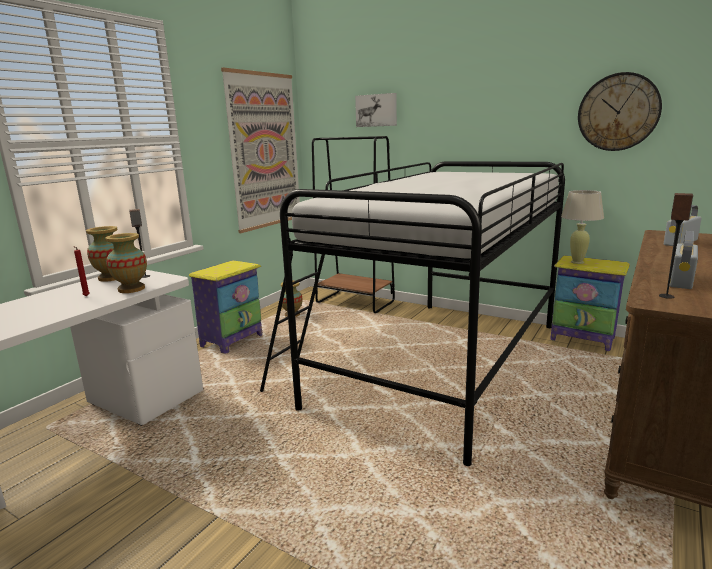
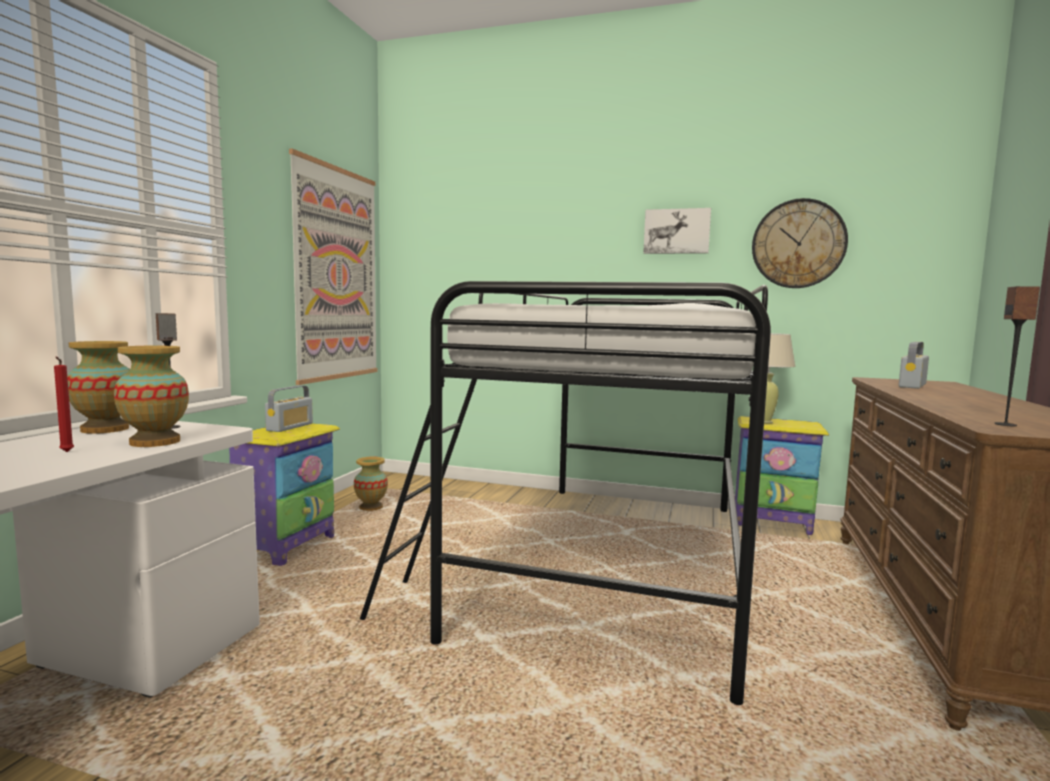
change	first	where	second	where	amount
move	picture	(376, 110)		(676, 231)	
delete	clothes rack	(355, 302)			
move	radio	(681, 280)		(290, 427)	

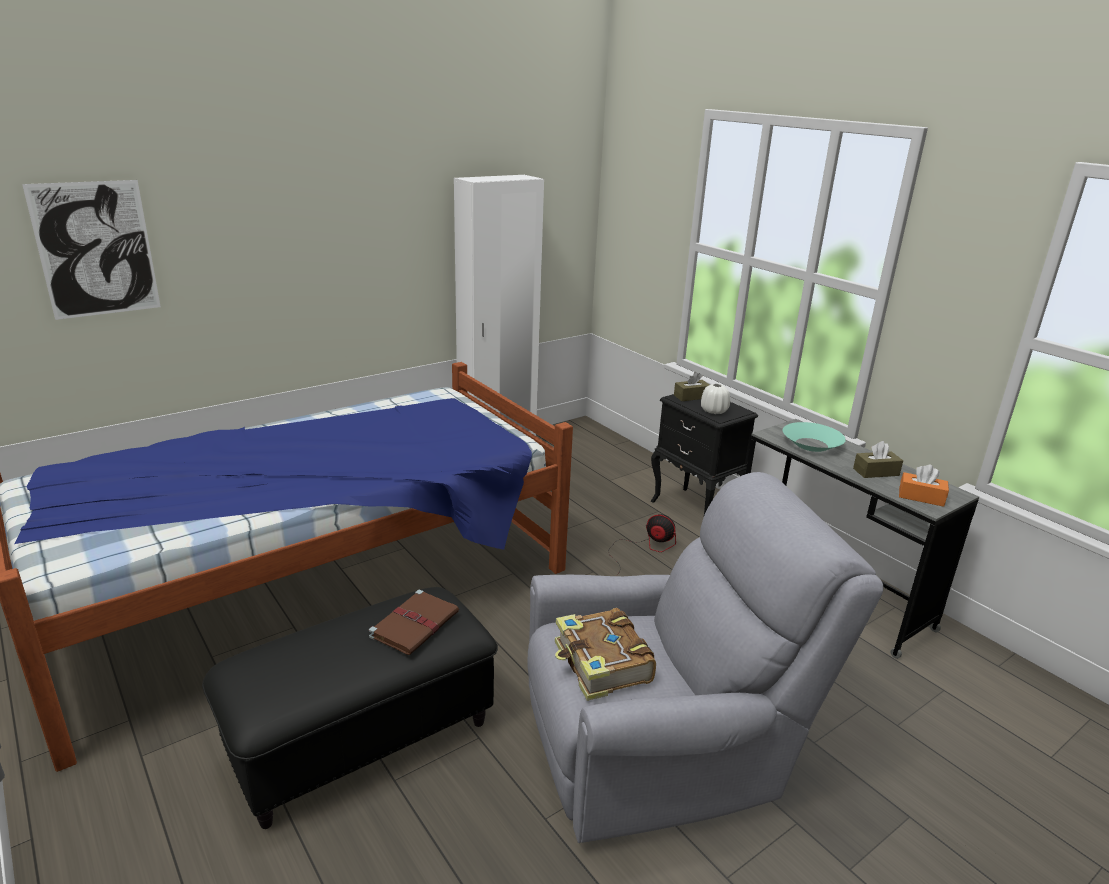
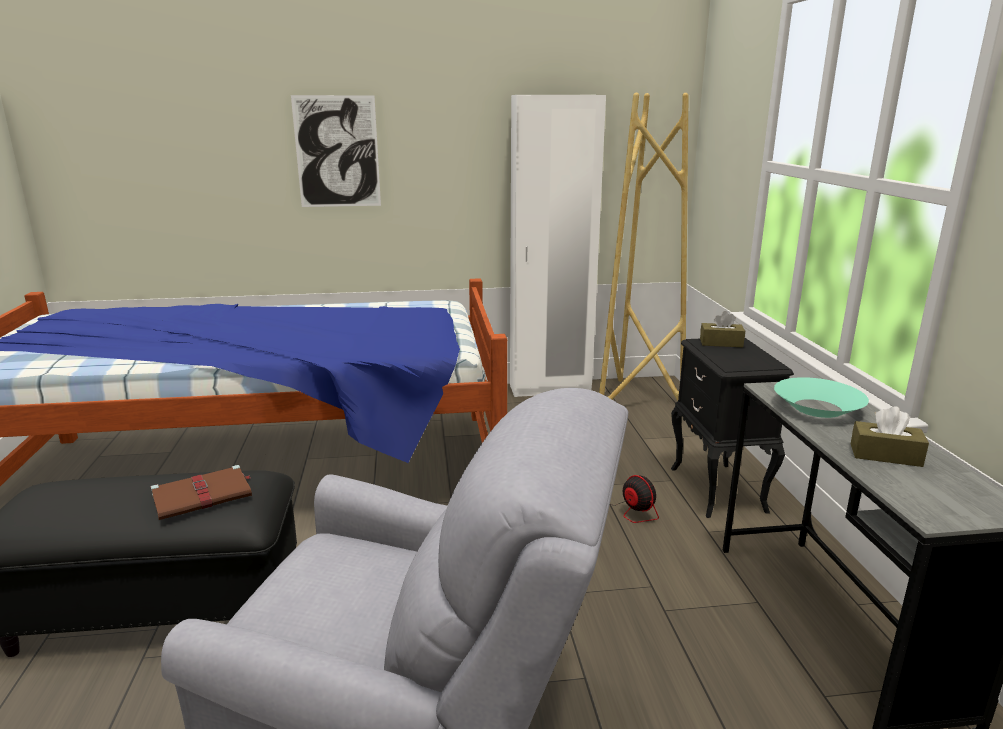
change	first	where	second	where	amount
move	picture	(96, 249)		(337, 152)	
delete	white vase	(713, 411)			
delete	orange tissue box	(921, 497)			
delete	book	(601, 665)			
insert			yellow clothes rack	(634, 399)	

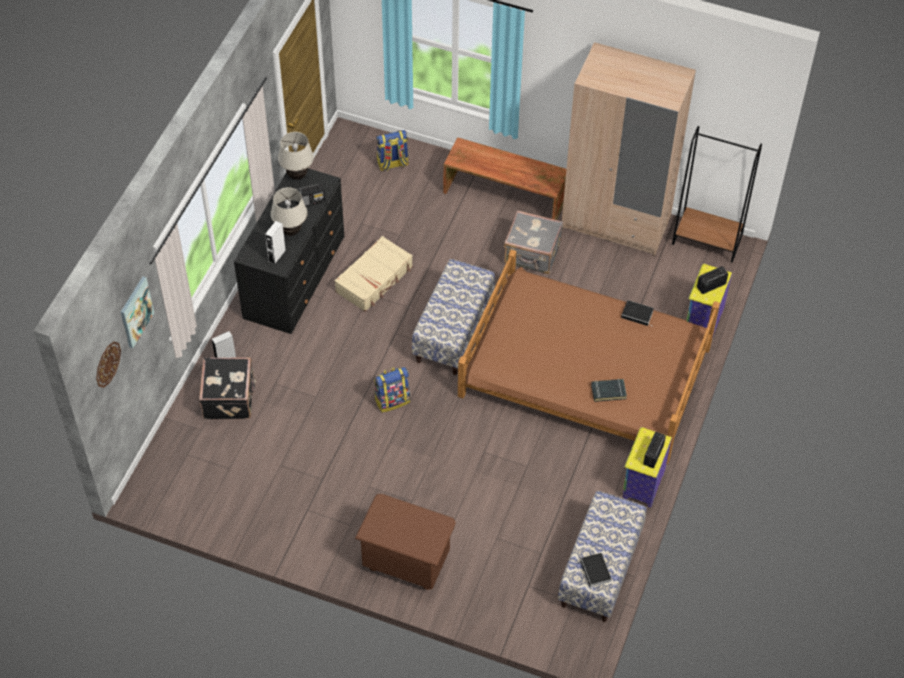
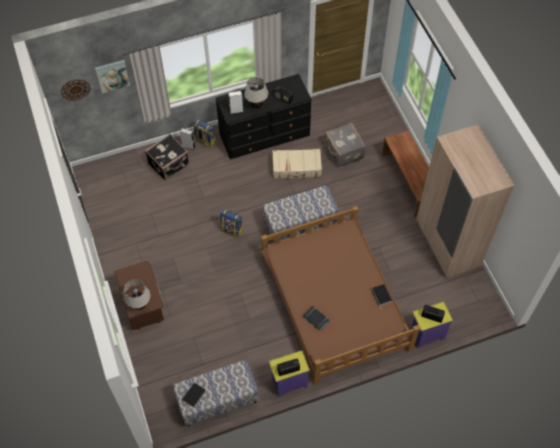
change	first	where	second	where	amount
delete	clothes rack	(707, 241)			
move	backpack	(392, 164)		(205, 141)	
move	beige table lamp	(297, 176)		(139, 305)	
move	grey suitcase	(532, 255)		(343, 152)	

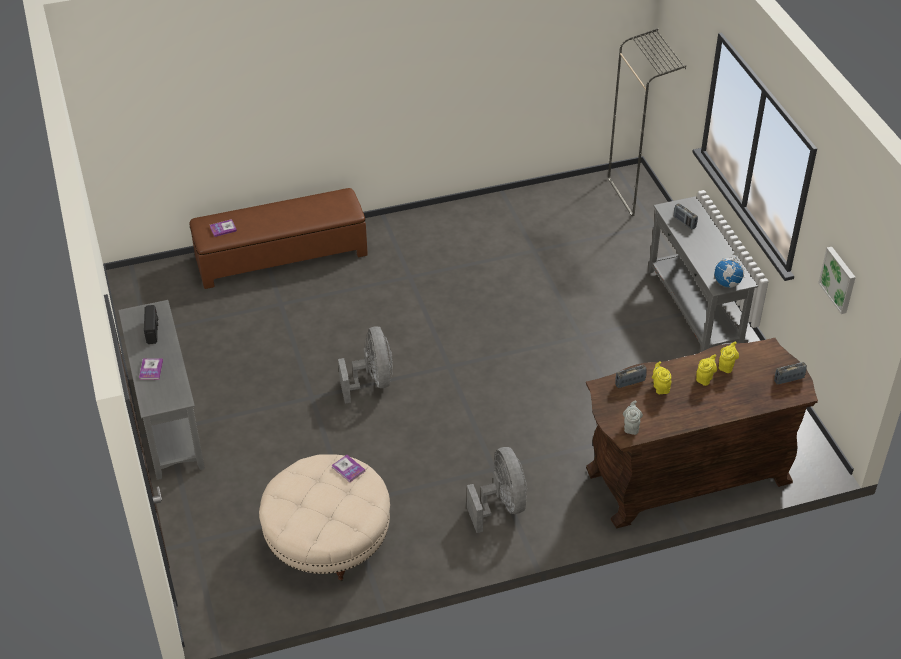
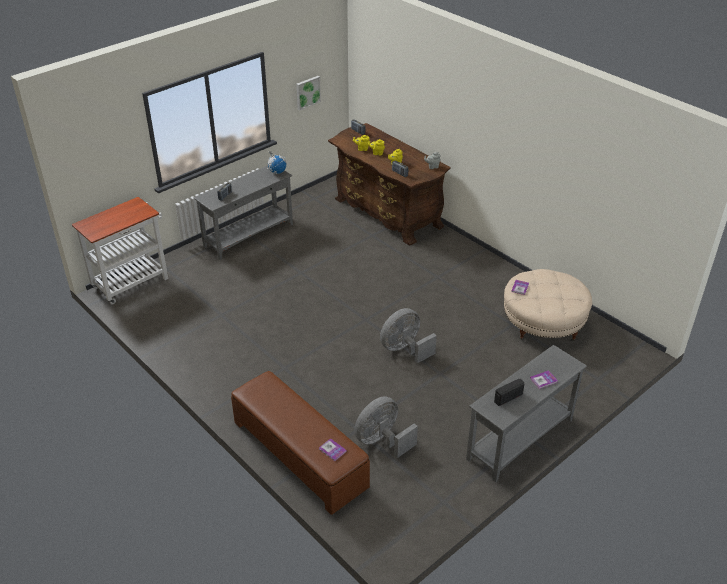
change	first	where	second	where	amount
replace	grey clothes rack	(637, 194)	white cart	(131, 283)	
move	grey fan	(501, 505)		(382, 441)	

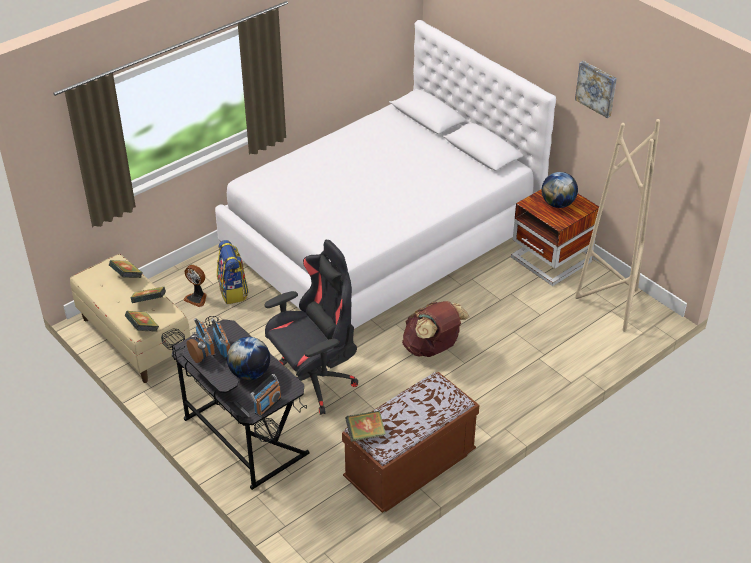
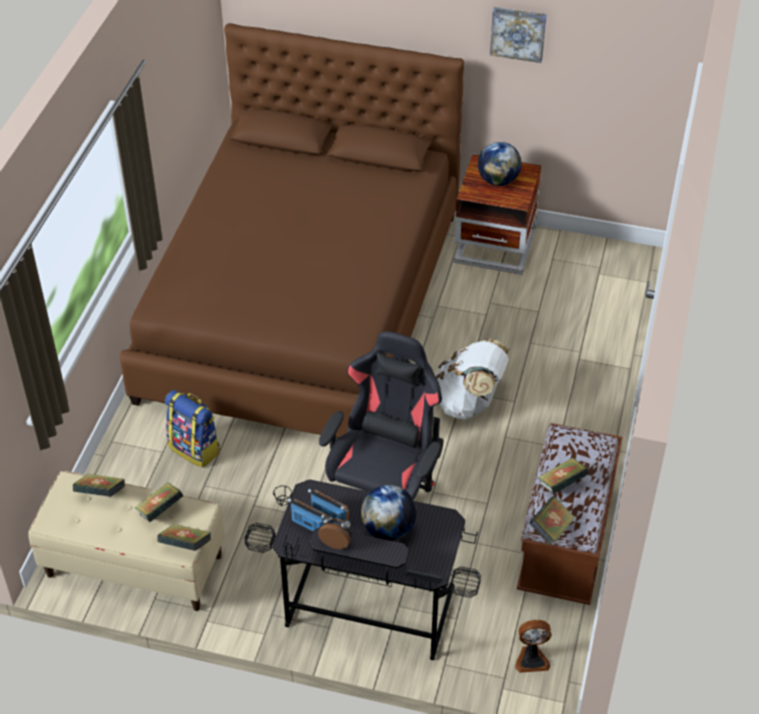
change	first	where	second	where	amount
recolor	white bed	(383, 238)	brown bed	(303, 304)	
delete	beige clothes rack	(612, 306)			
move	fan	(197, 298)		(531, 659)	
recolor	brown backpack	(432, 348)	white backpack	(469, 402)	
delete	radio	(267, 405)			
insert			book	(561, 485)	

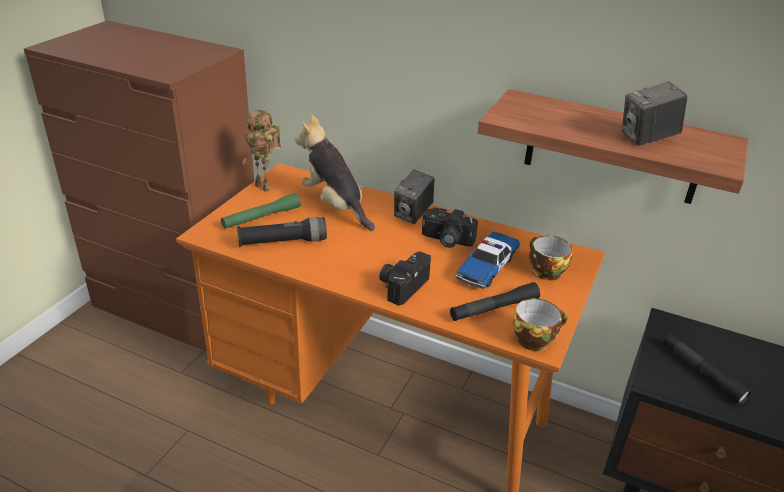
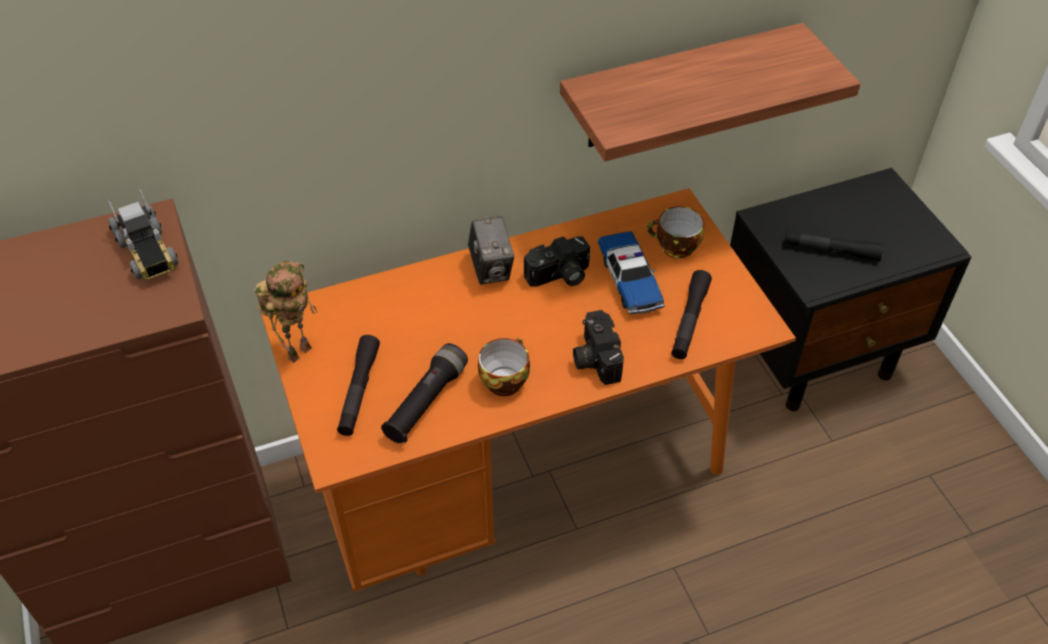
change	first	where	second	where	amount
delete	photo camera	(647, 138)			
rotate	toy robot	(265, 187)		(299, 350)	45 degrees counterclockwise
delete	plush toy	(335, 205)			
recolor	green flashlight	(261, 217)	black flashlight	(359, 391)	
move	cup	(535, 339)		(504, 379)	
insert			toy truck	(147, 251)	

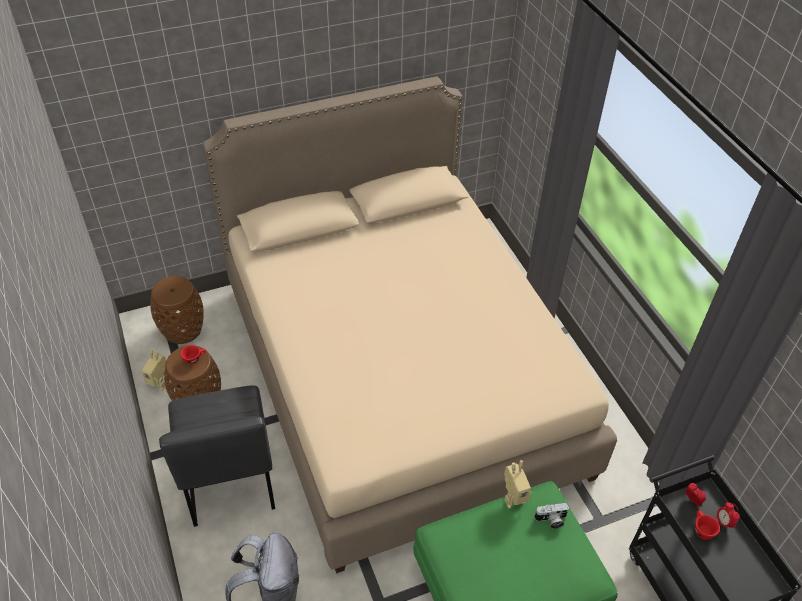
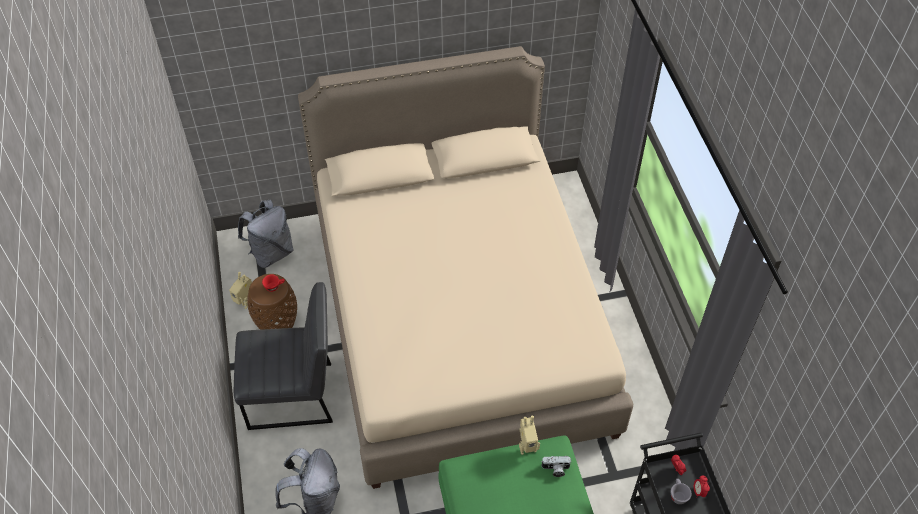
change	first	where	second	where	amount
replace	brown stool	(182, 330)	grey backpack	(271, 253)	
rotate	grey chair	(228, 479)		(293, 396)	90 degrees counterclockwise
recolor	red cup	(701, 529)	grey cup	(677, 495)	

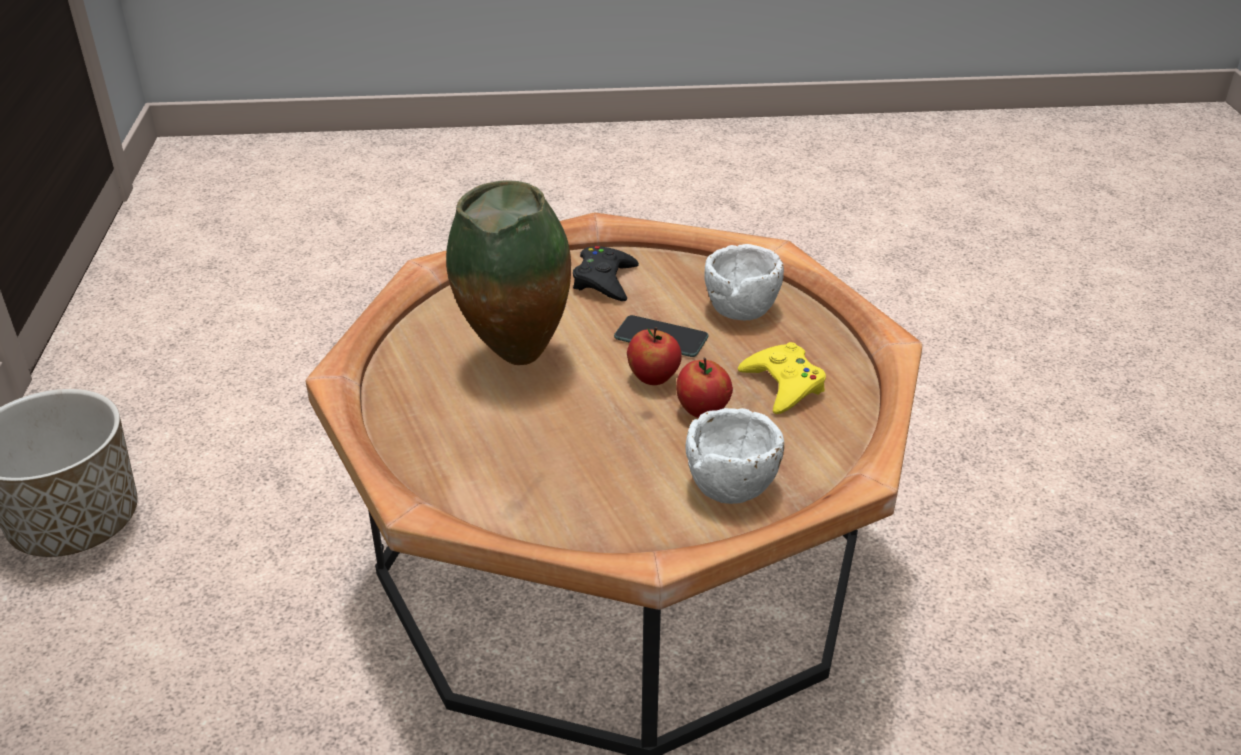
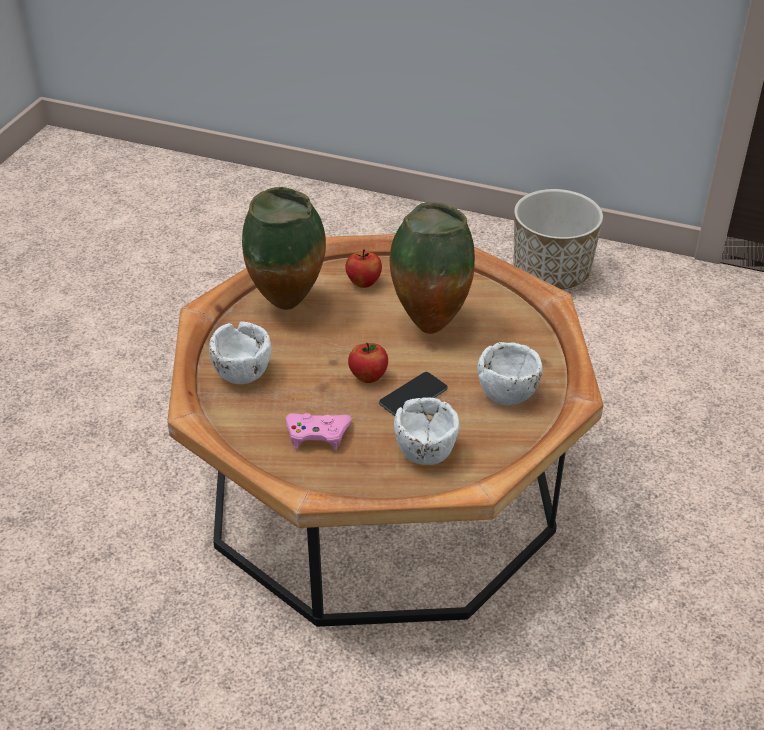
change	first	where	second	where	amount
replace	black game controller	(605, 280)	white bowl	(508, 393)	
recolor	yellow game controller	(783, 385)	pink game controller	(317, 434)	
move	apple	(703, 411)		(363, 283)	
insert			vase	(289, 306)	

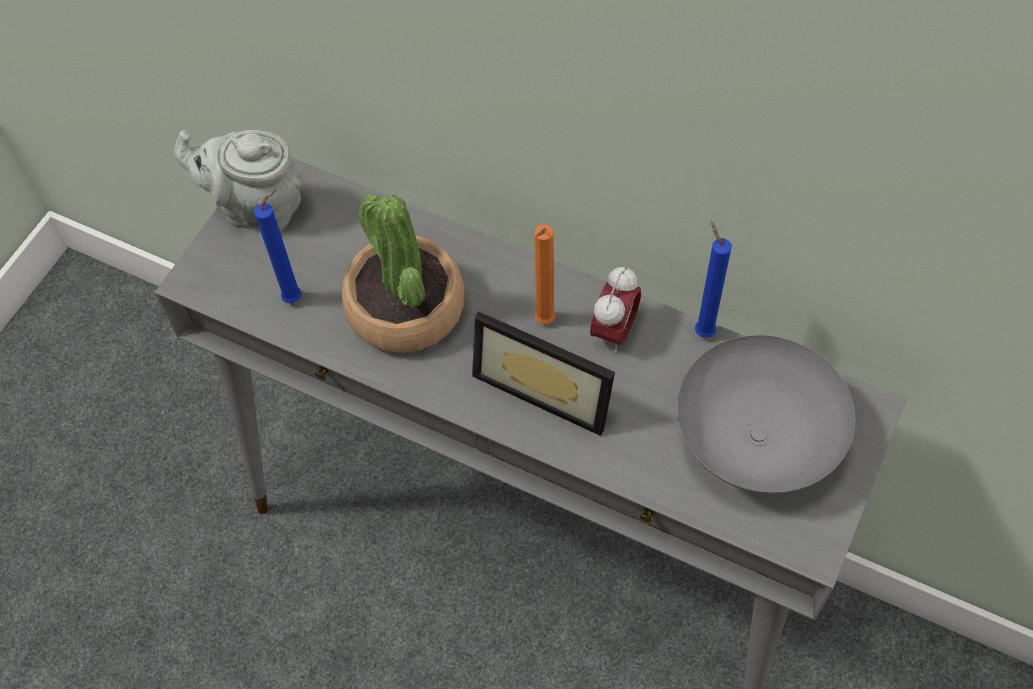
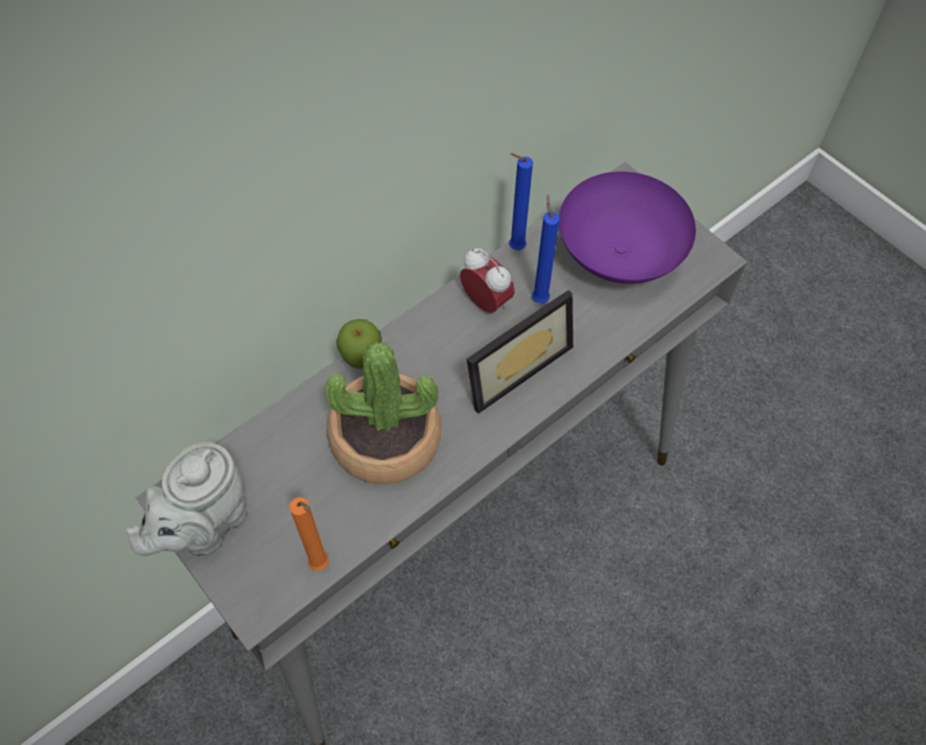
change	first	where	second	where	amount
move	blue candle	(296, 297)		(539, 297)	
move	orange candle	(543, 322)		(321, 566)	
recolor	grey bowl	(756, 442)	purple bowl	(621, 255)	
insert			apple	(362, 361)	

